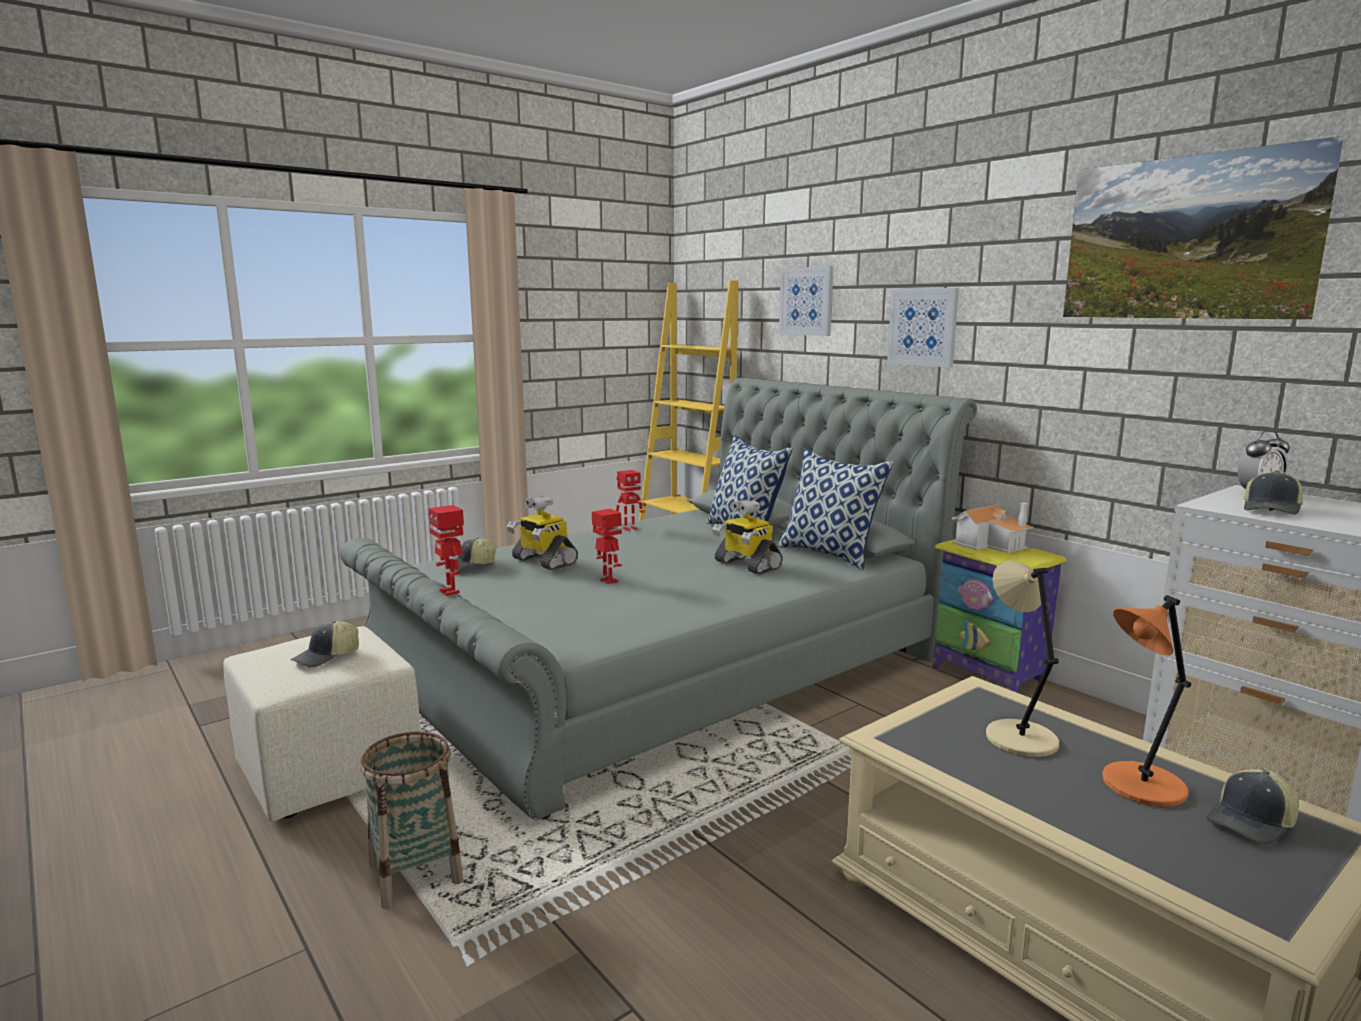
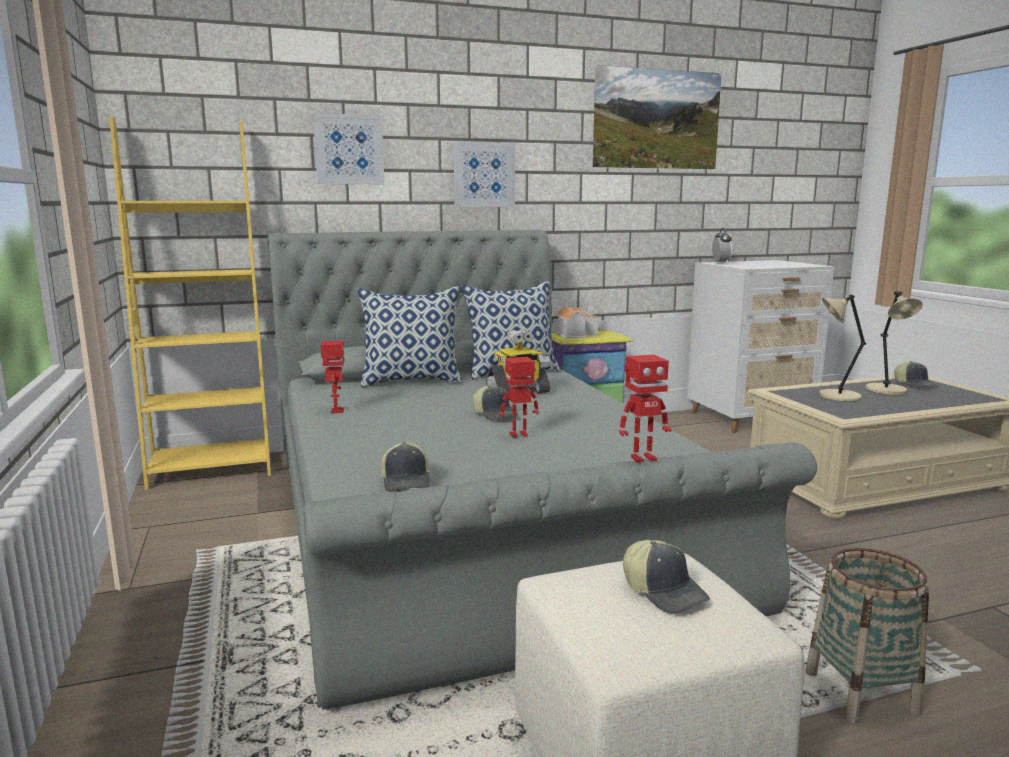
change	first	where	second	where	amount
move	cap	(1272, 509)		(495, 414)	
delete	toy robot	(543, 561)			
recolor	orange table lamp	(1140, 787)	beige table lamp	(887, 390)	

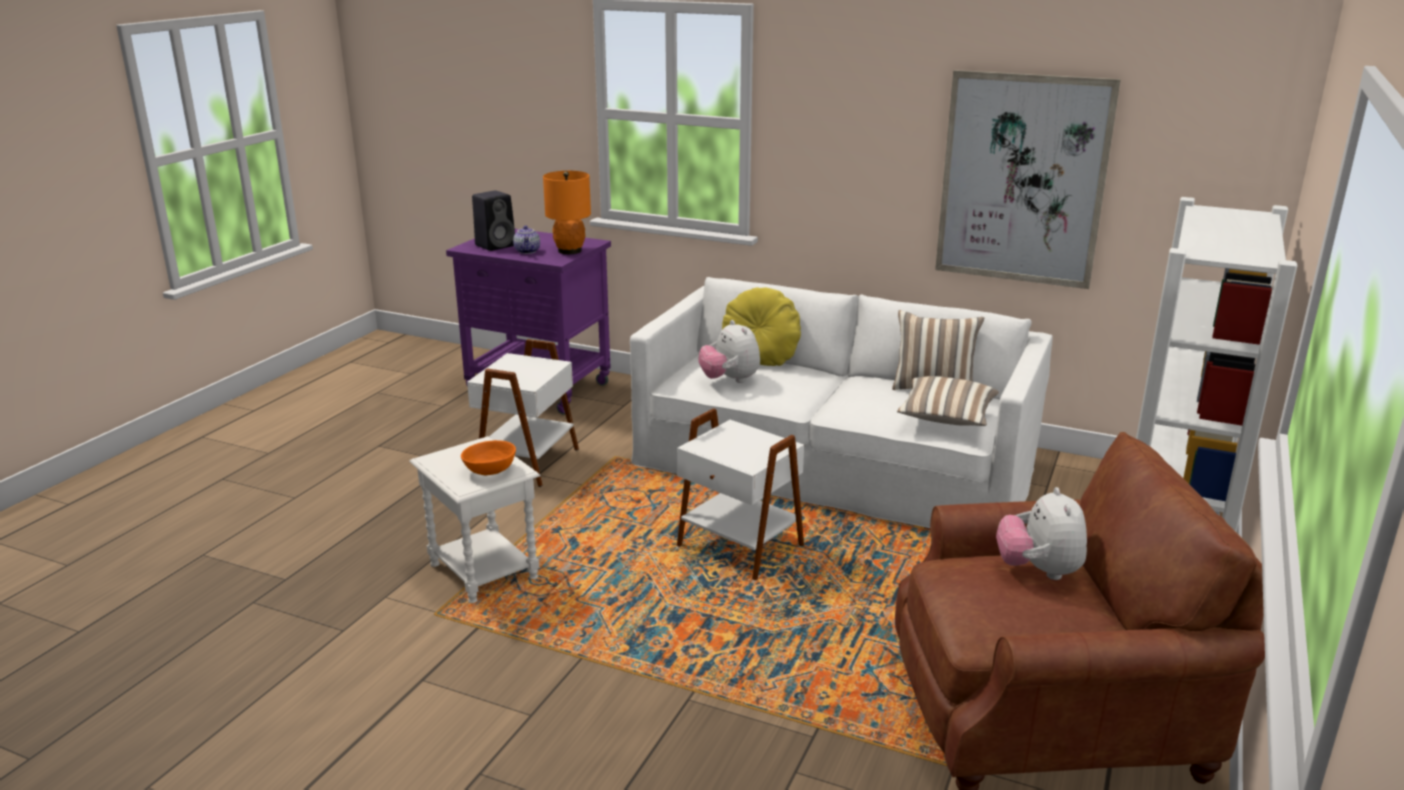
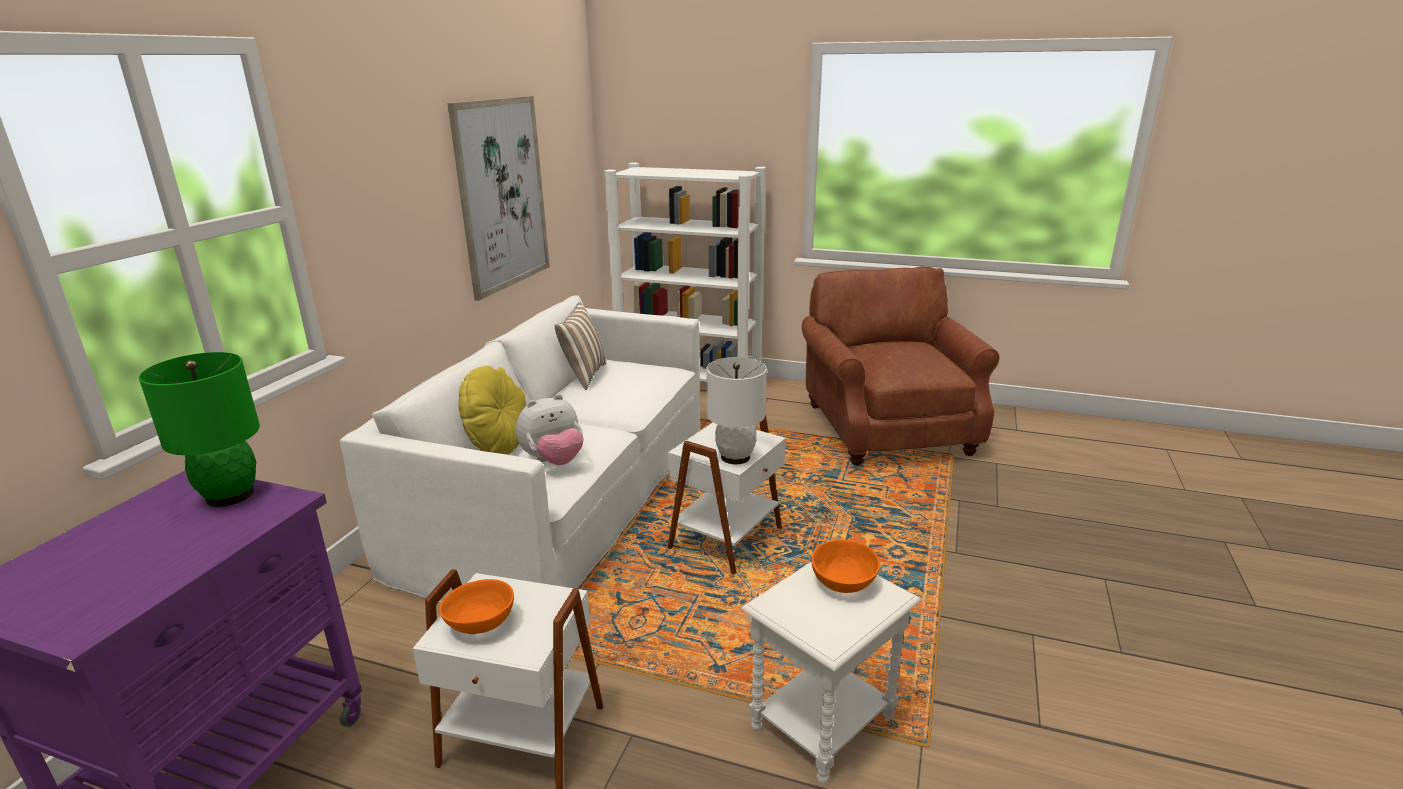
change	first	where	second	where	amount
recolor	orange table lamp	(569, 251)	green table lamp	(230, 496)	
delete	black speaker	(496, 245)			
delete	teapot	(528, 251)			
delete	pillow	(946, 418)			
delete	plush toy	(1038, 571)			
insert			white table lamp	(735, 457)	
insert			orange bowl	(482, 623)	

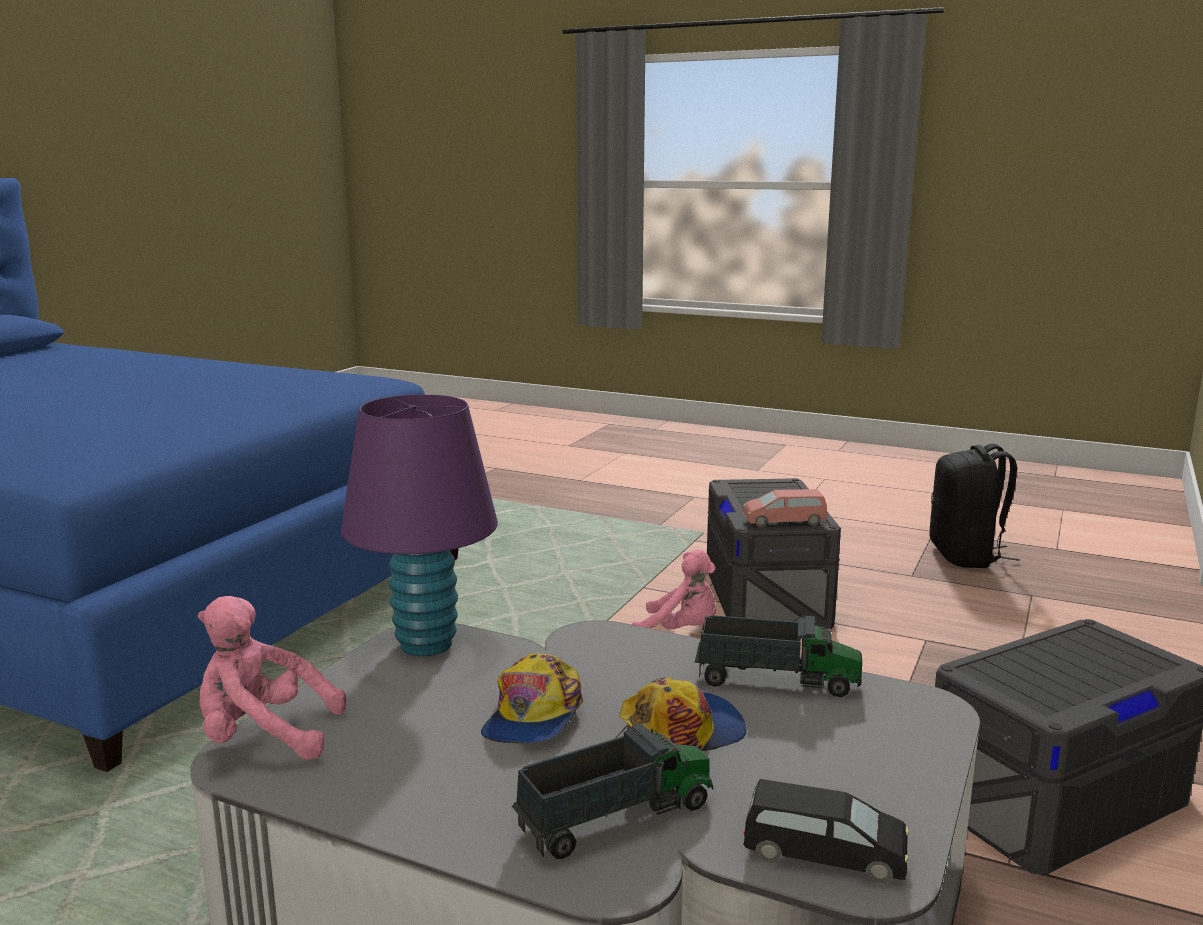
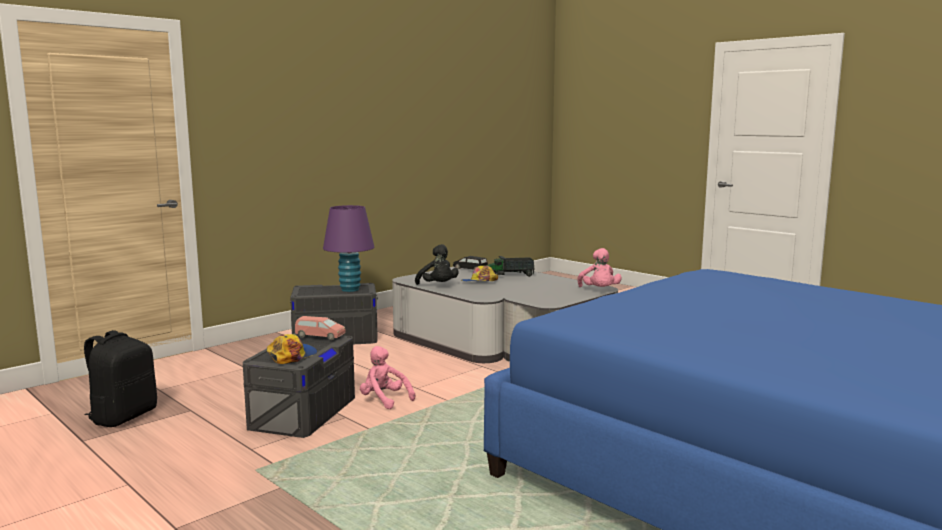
change	first	where	second	where	amount
move	purple table lamp	(425, 644)		(350, 289)	
rotate	pink plush toy	(263, 737)		(599, 291)	60 degrees clockwise
replace	toy truck	(775, 680)	black plush toy	(438, 286)	
move	cap	(533, 716)		(292, 355)	

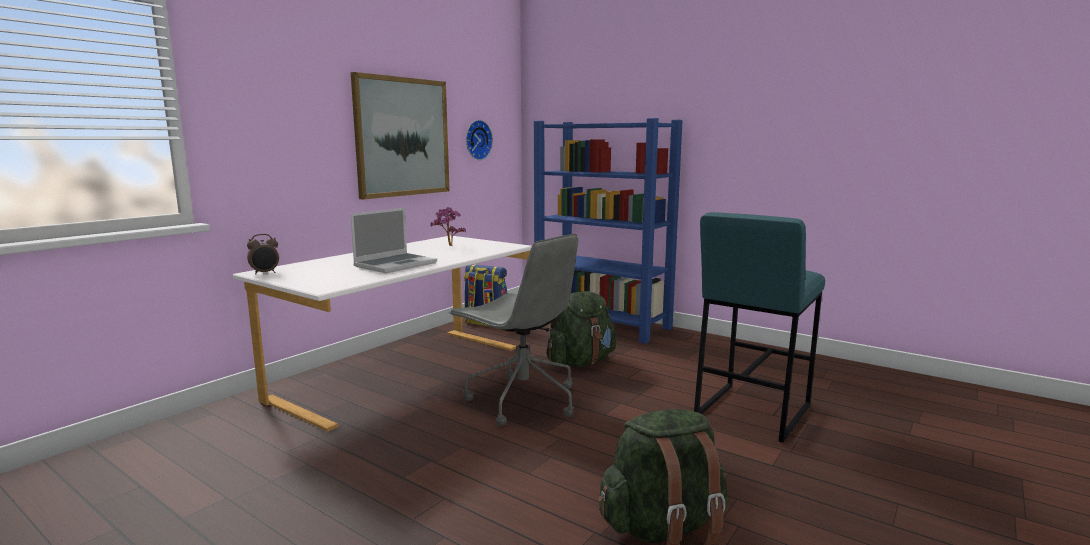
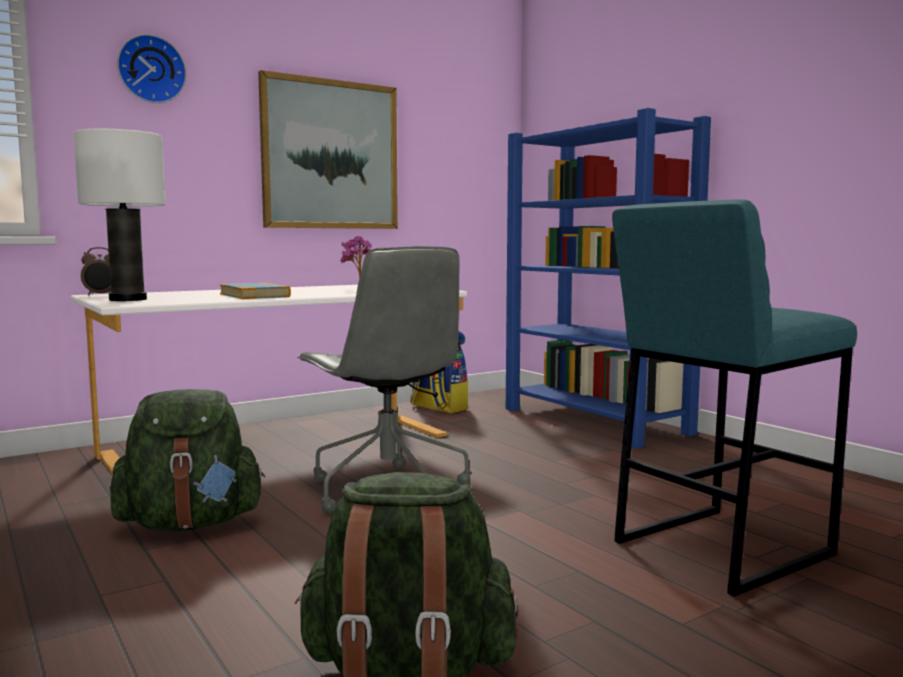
change	first	where	second	where	amount
move	wall clock	(477, 140)		(151, 70)	
replace	laptop	(396, 264)	book	(254, 295)	
move	green backpack	(580, 362)		(190, 523)	
insert			white table lamp	(128, 299)	

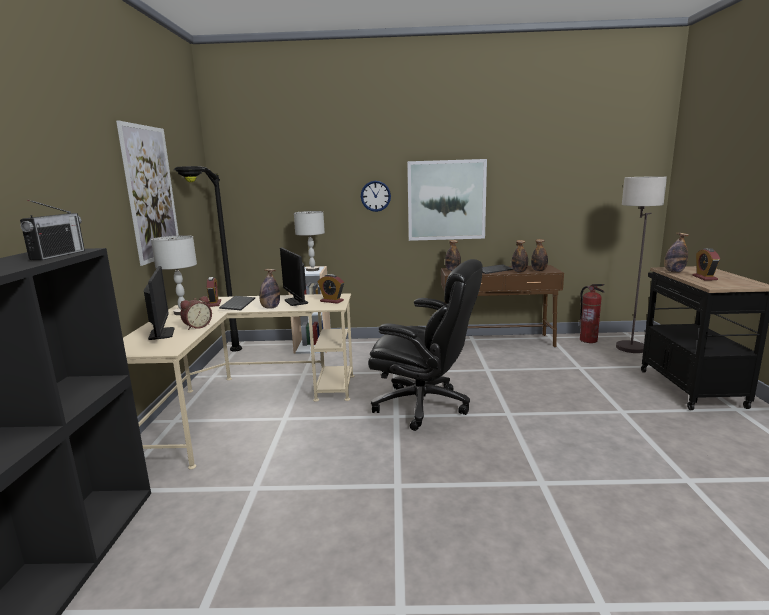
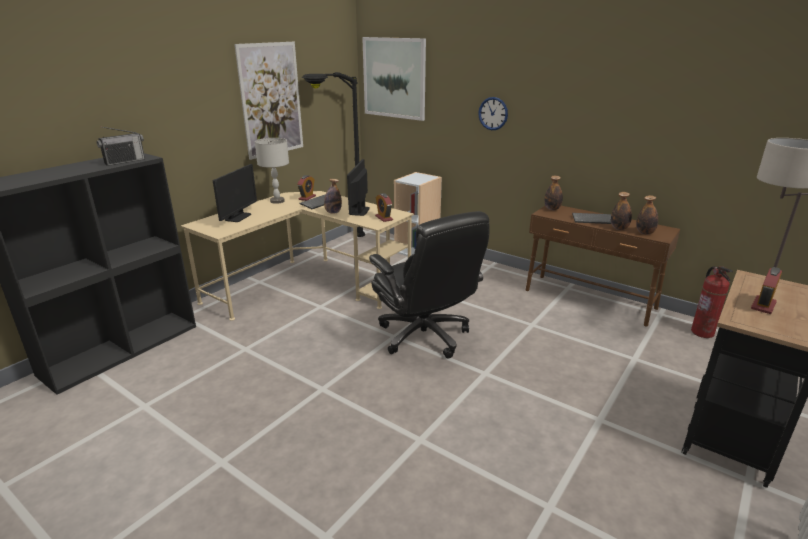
change	first	where	second	where	amount
move	picture	(446, 200)		(394, 78)	
delete	grey table lamp	(312, 269)			
delete	bottle	(674, 272)			
delete	alarm clock	(197, 326)			

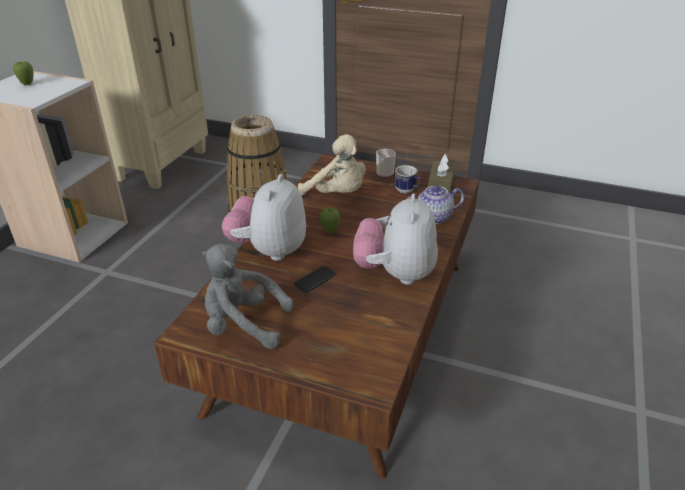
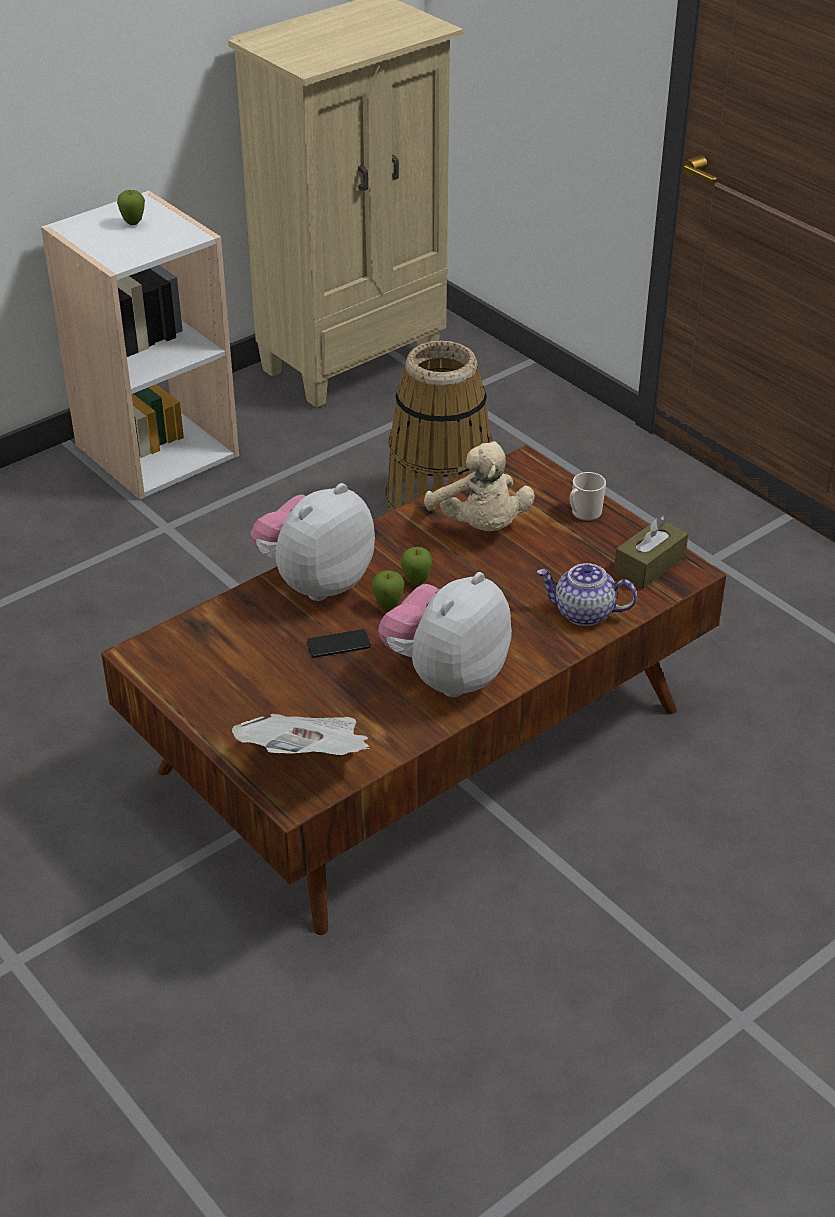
change	first	where	second	where	amount
delete	mug	(407, 191)			
delete	grey plush toy	(243, 325)			
insert			apple	(388, 607)	
insert			newspaper	(308, 760)	

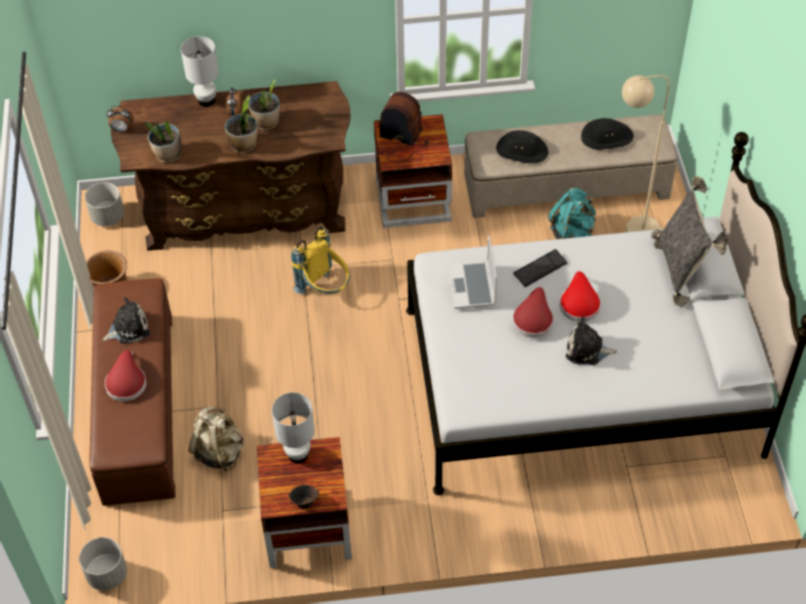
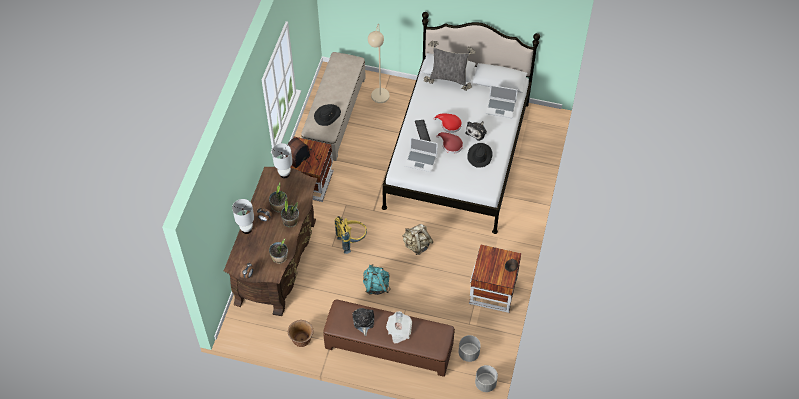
change	first	where	second	where	amount
move	black hat	(606, 137)		(479, 155)	
move	grey planter	(108, 217)		(468, 353)	
move	turquoise backpack	(572, 234)		(376, 285)	
replace	red hat	(126, 382)	newspaper	(399, 331)	
move	white table lamp	(297, 455)		(284, 174)	
move	beige backpack	(219, 452)		(417, 245)	
insert			laptop	(501, 108)	

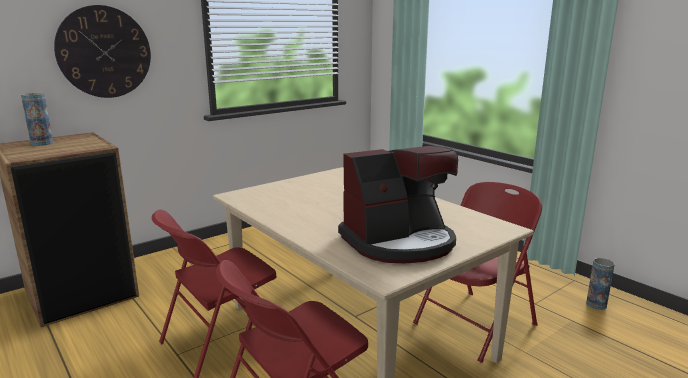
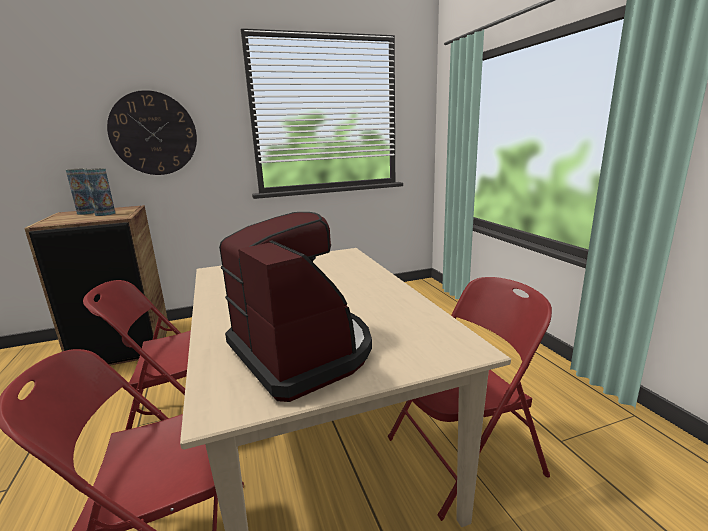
change	first	where	second	where	amount
rotate	coffee machine	(399, 242)		(302, 351)	120 degrees counterclockwise
move	vase	(596, 304)		(105, 214)	

